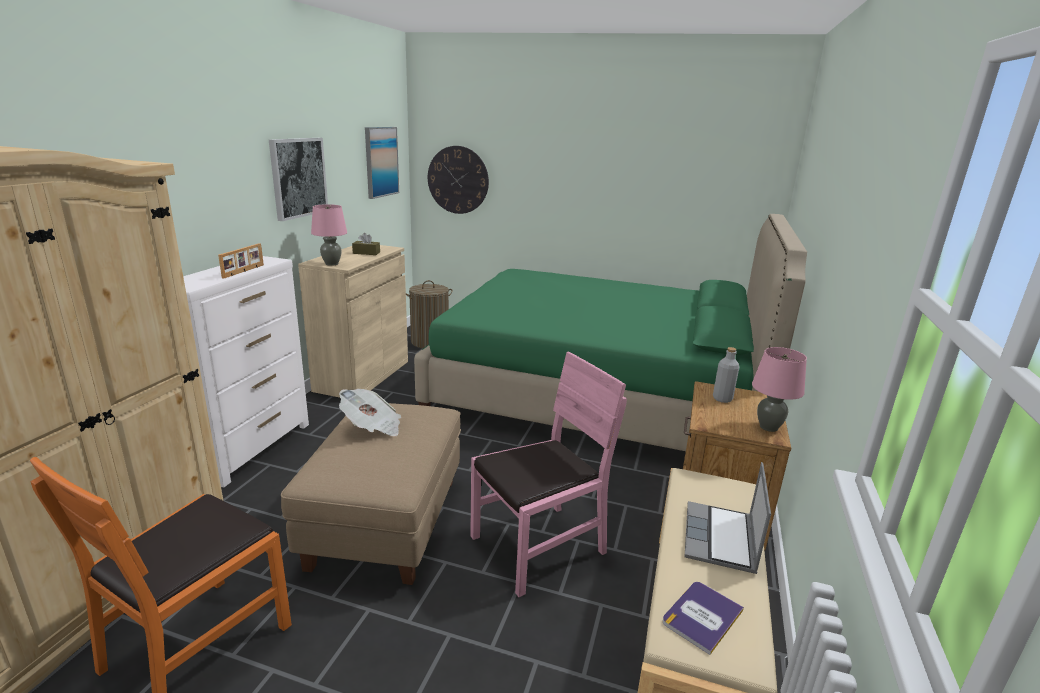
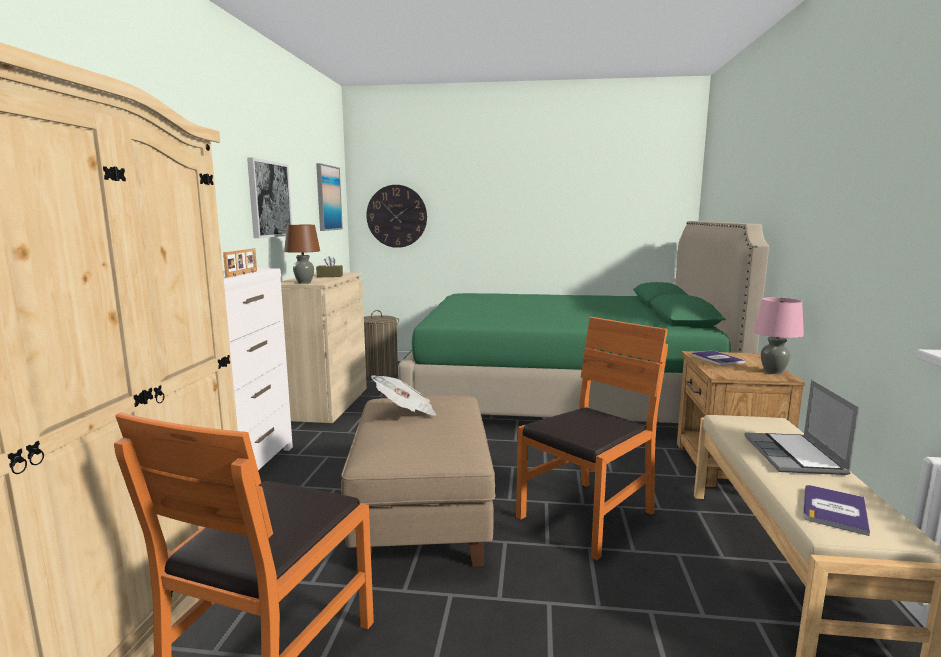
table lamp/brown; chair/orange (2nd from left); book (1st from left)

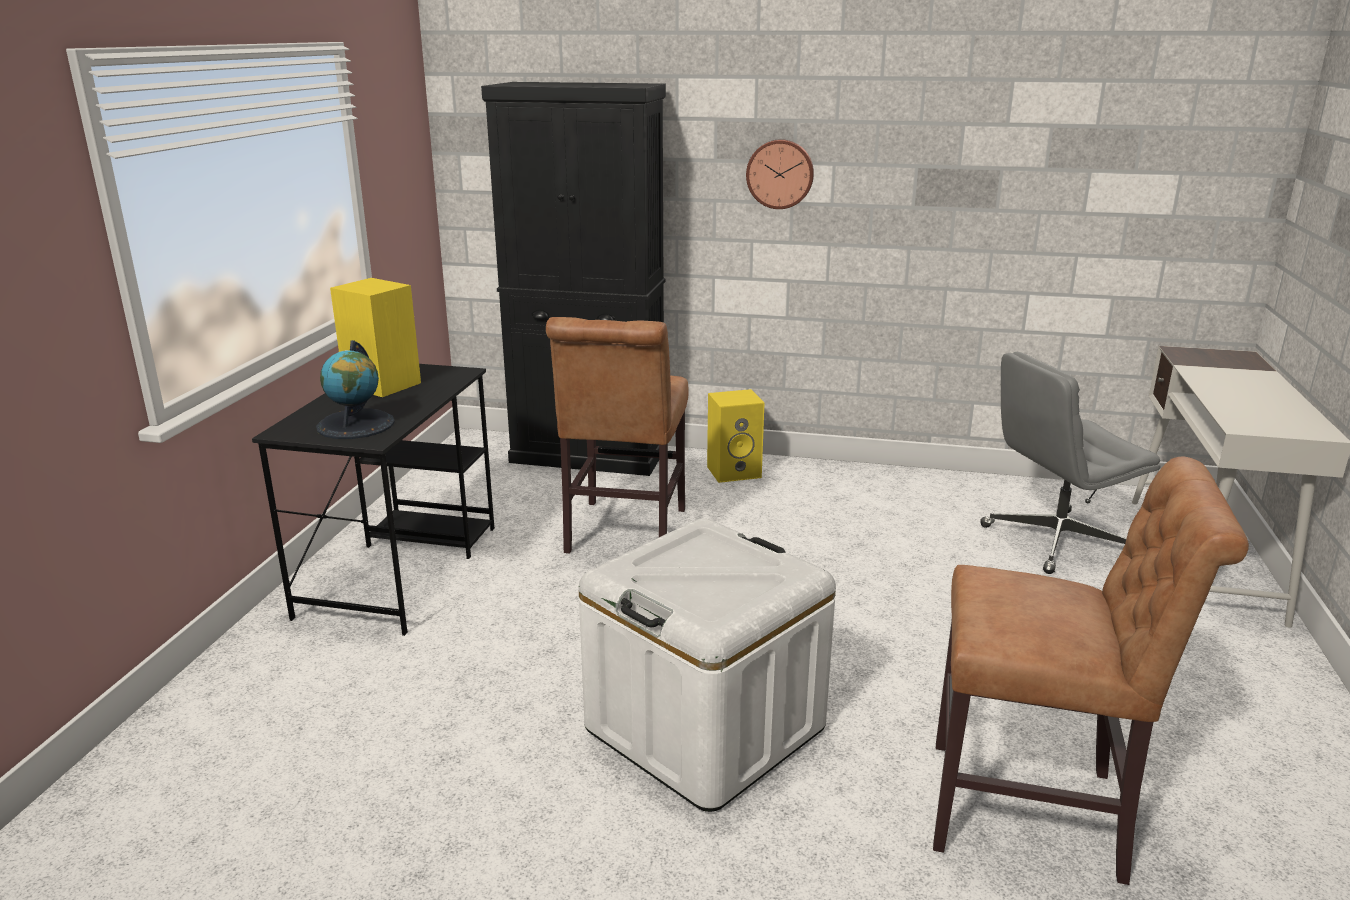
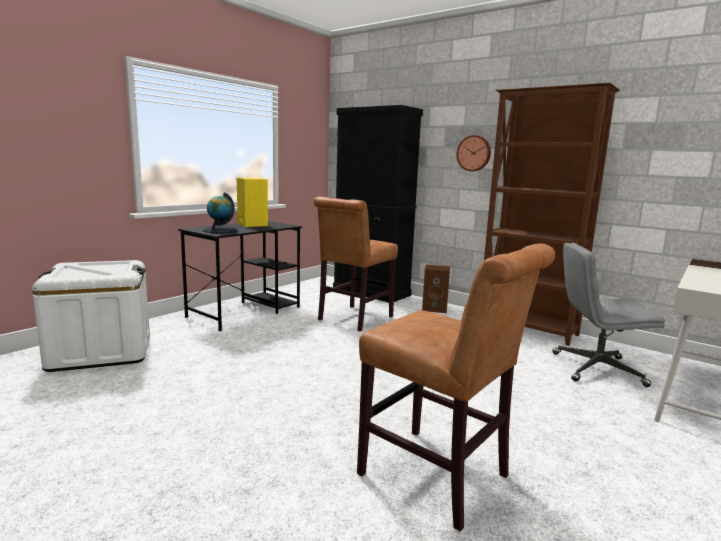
storage box/white; speaker/brown; bookcase/brown

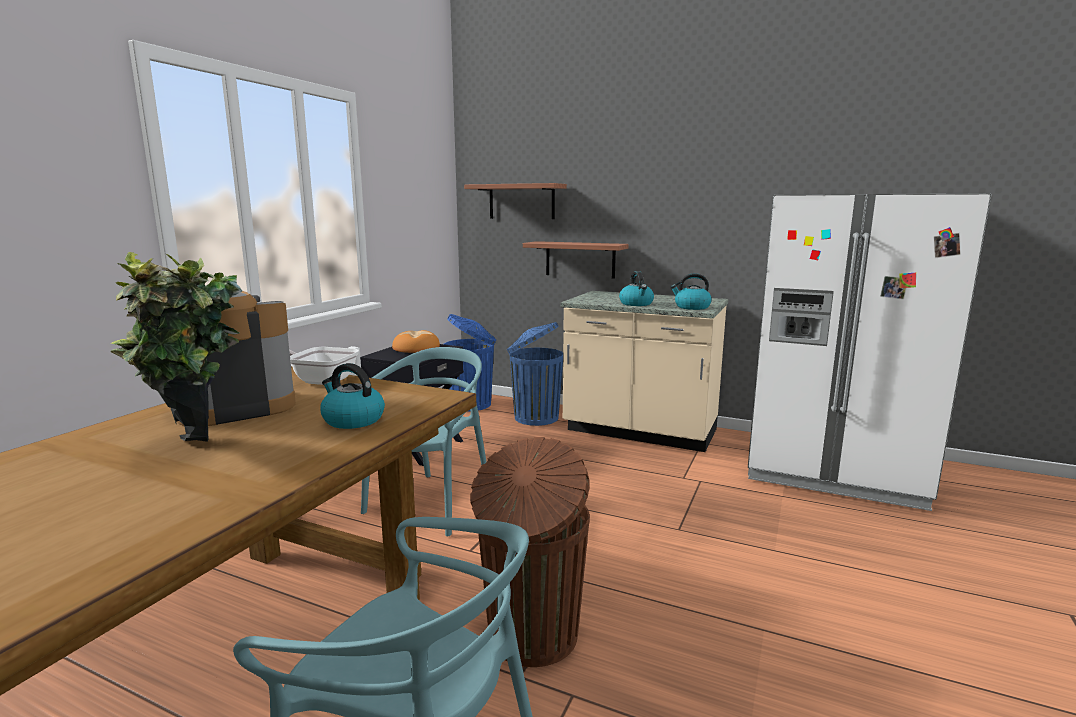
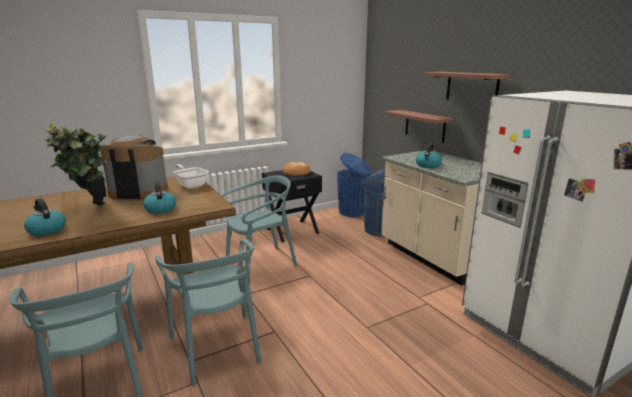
kettle (1st from left); chair/turquoise (2nd from left); shelf (2nd from left)

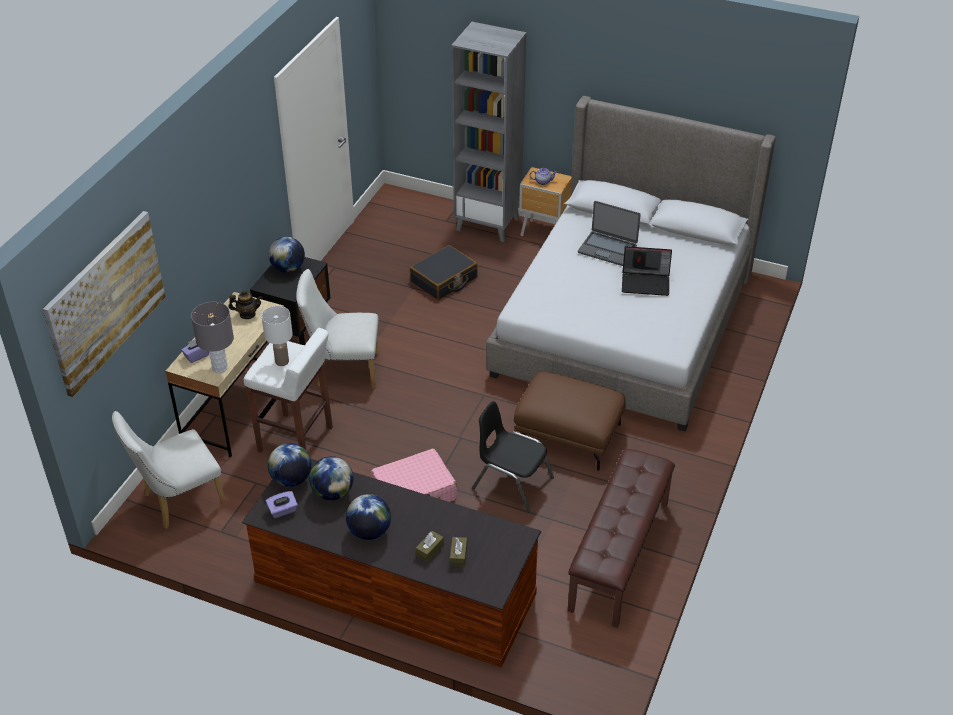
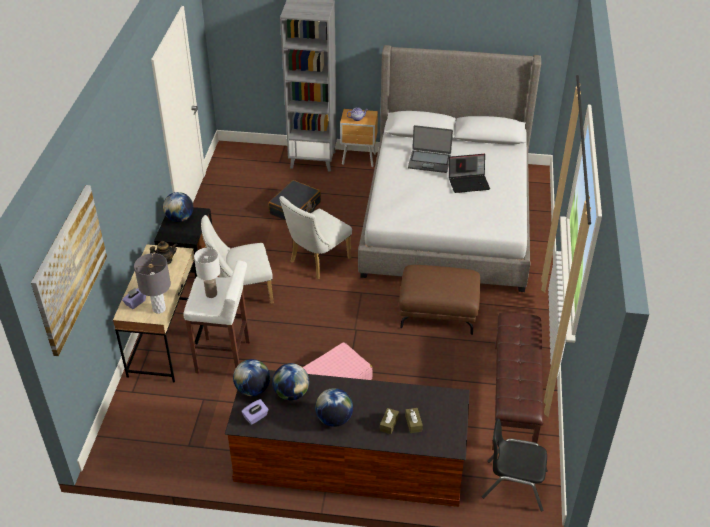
chair/white (2nd from left); chair/black

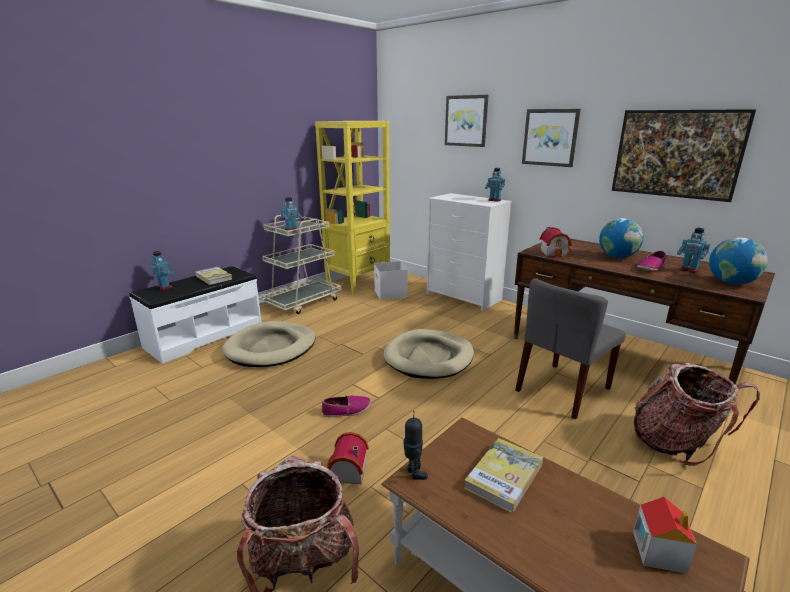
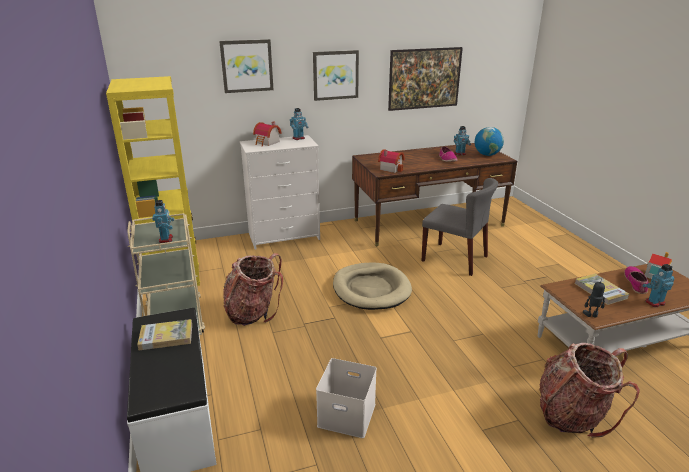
backpack (1st from left); toy house (1st from left); storage box/white; chair/grey; shoe (2nd from left); toy robot (5th from left); dog bed/beige (1st from left in the first image); globe (1st from left in the first image)

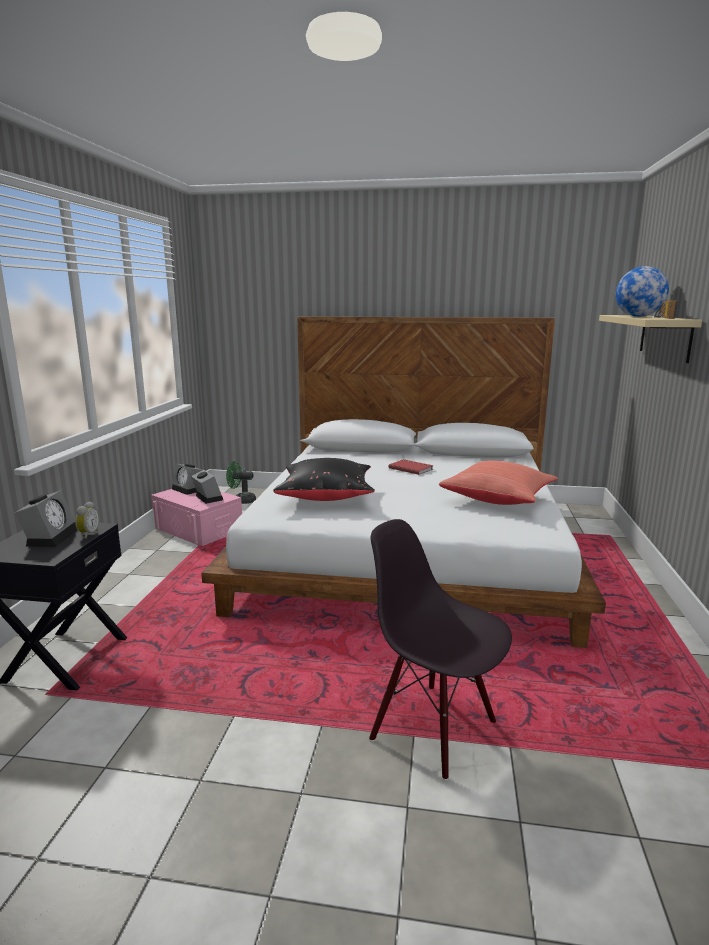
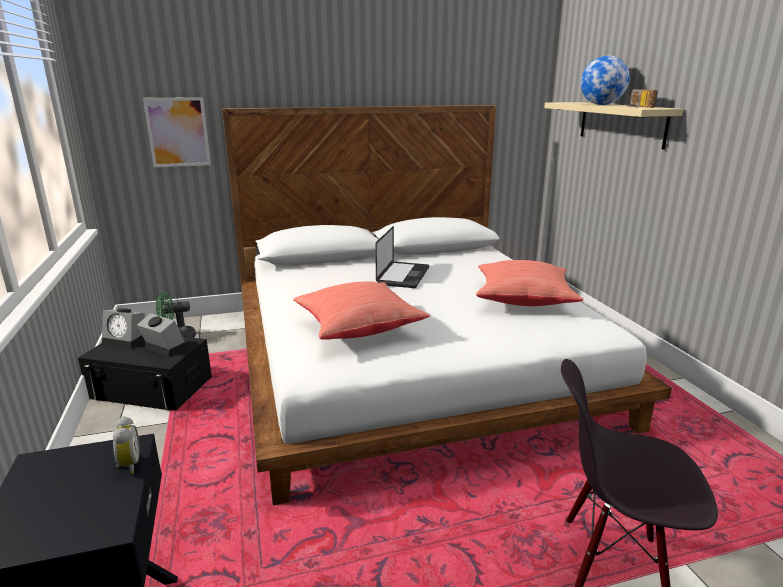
storage box/black; picture; pillow/red (1st from left); laptop; alarm clock (1st from left in the first image)

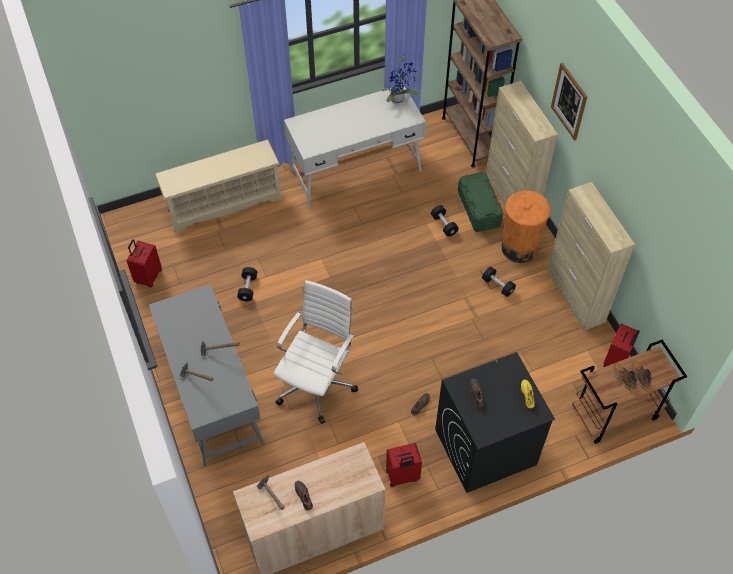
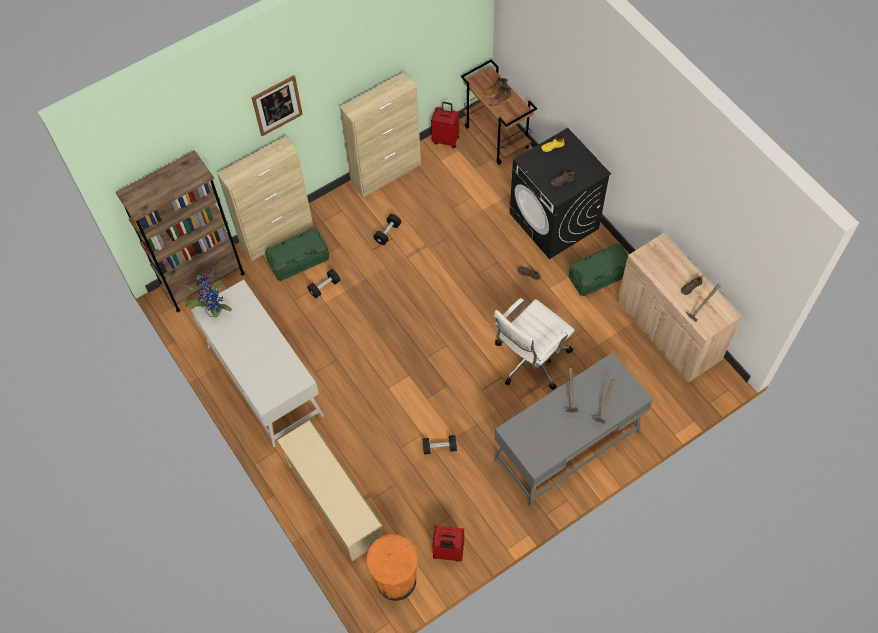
trash can/orange; office chair/white; storage box/green (2nd from left)

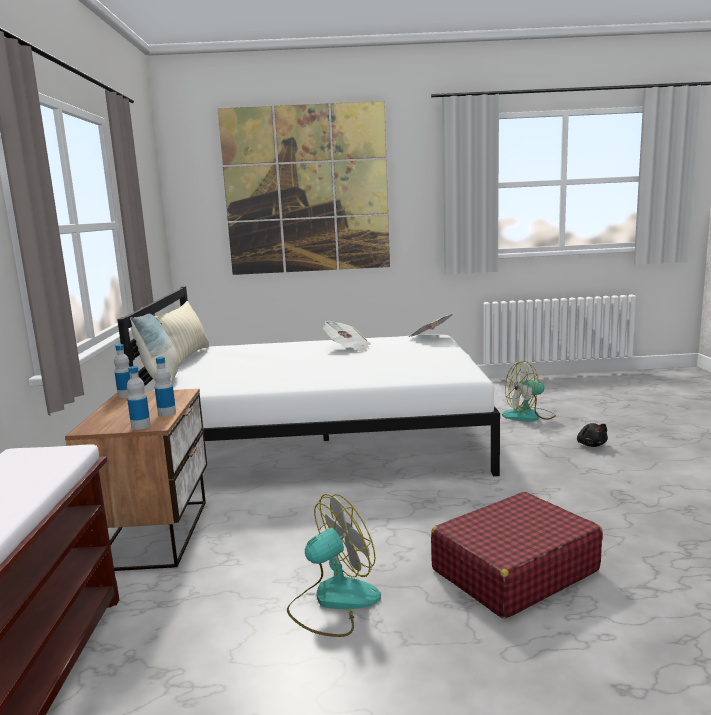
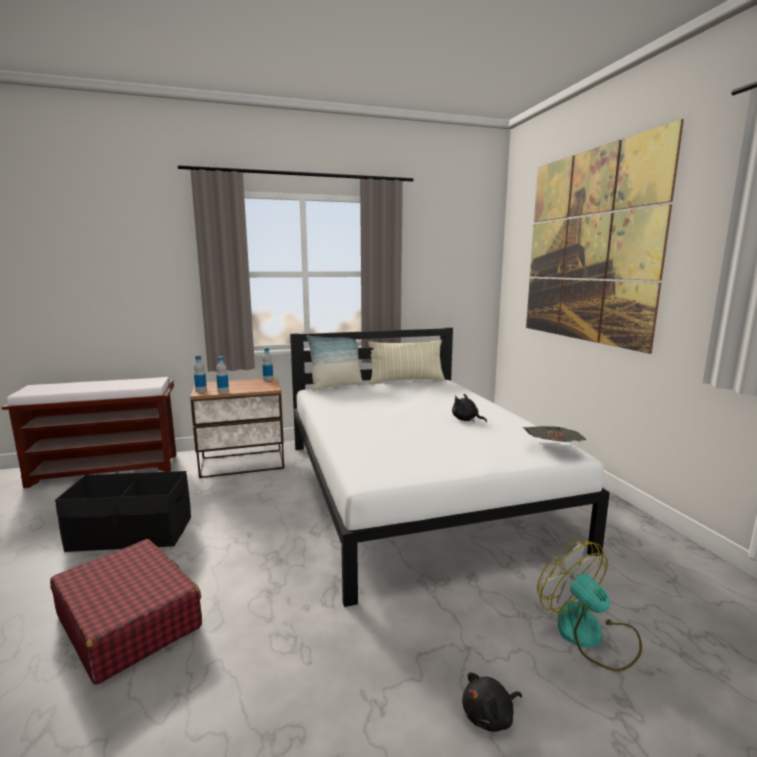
storage box/black; plush toy/black (1st from left)

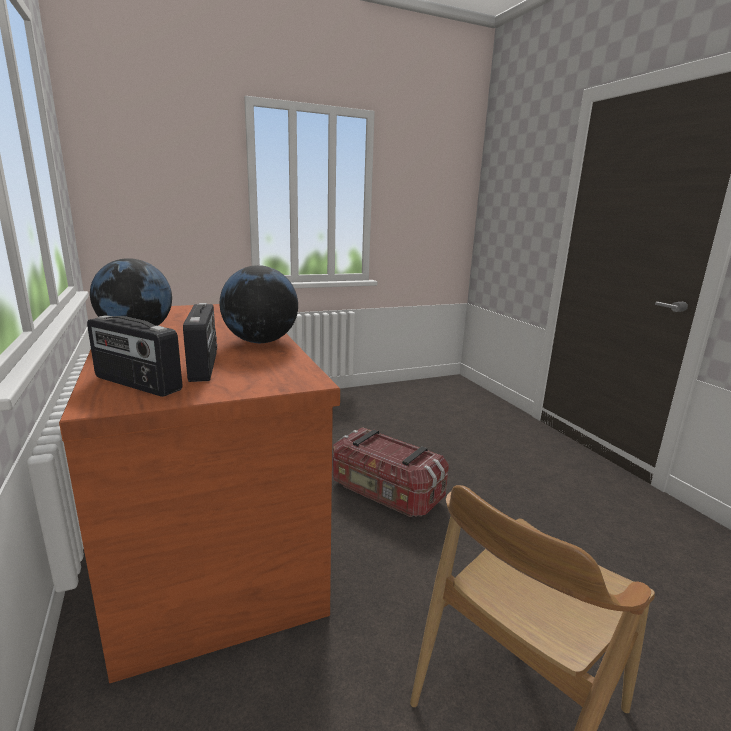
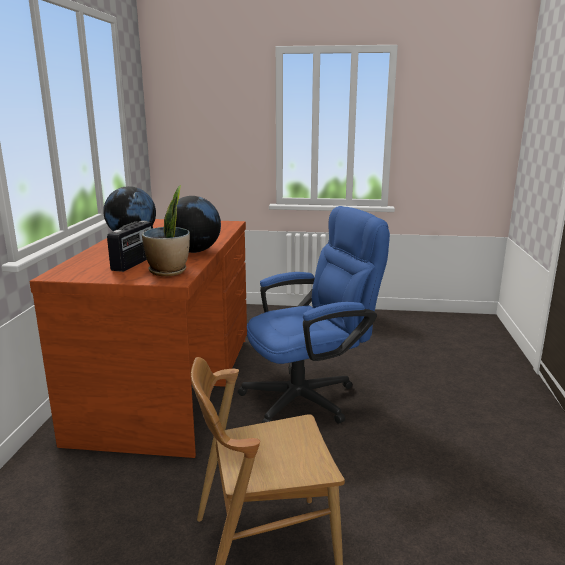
potted plant; office chair/blue; radio (1st from left in the first image)

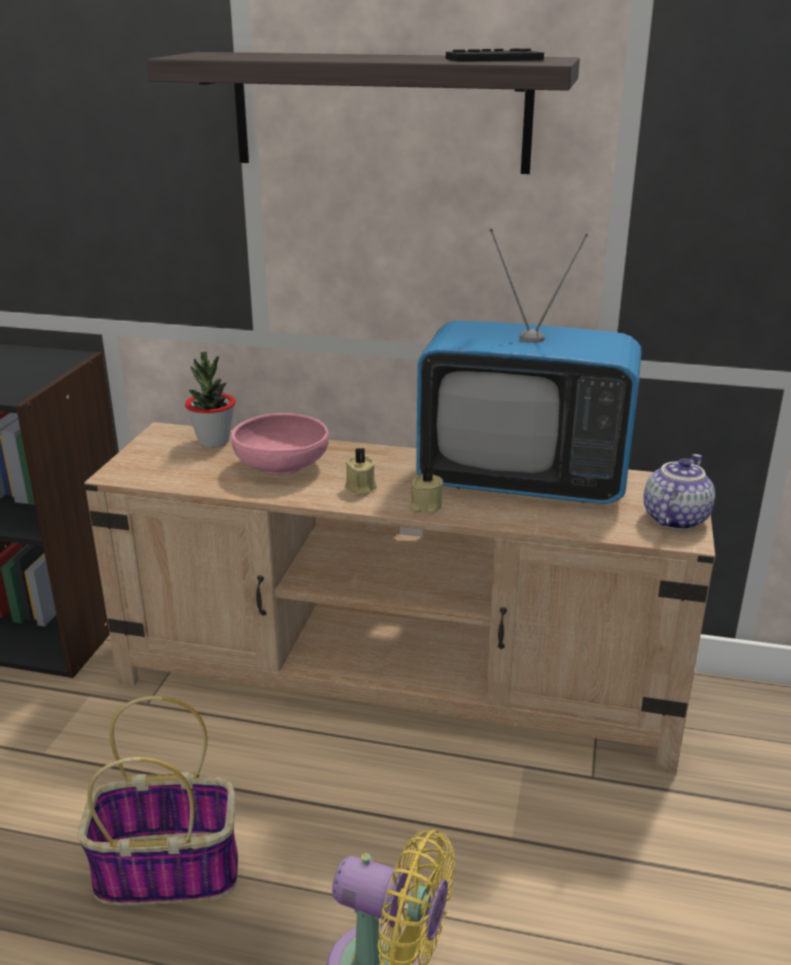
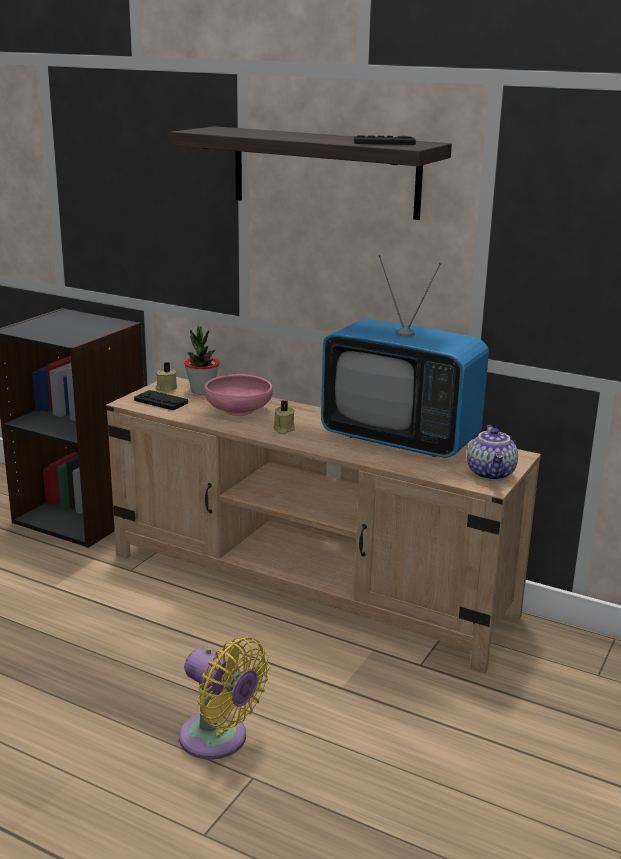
game controller/black (1st from left); candle/beige (1st from left); teapot; basket

